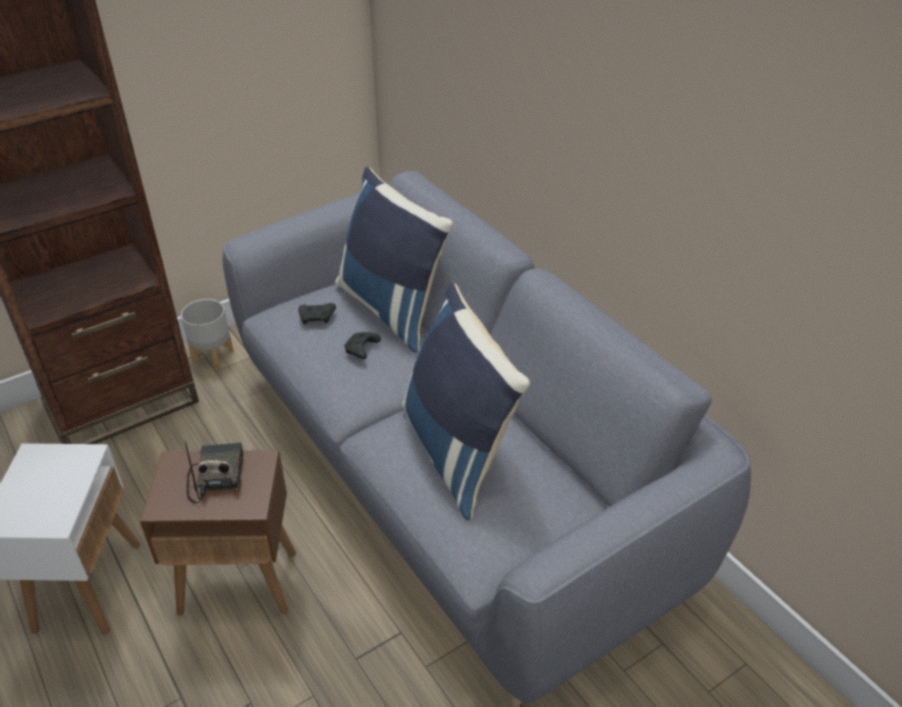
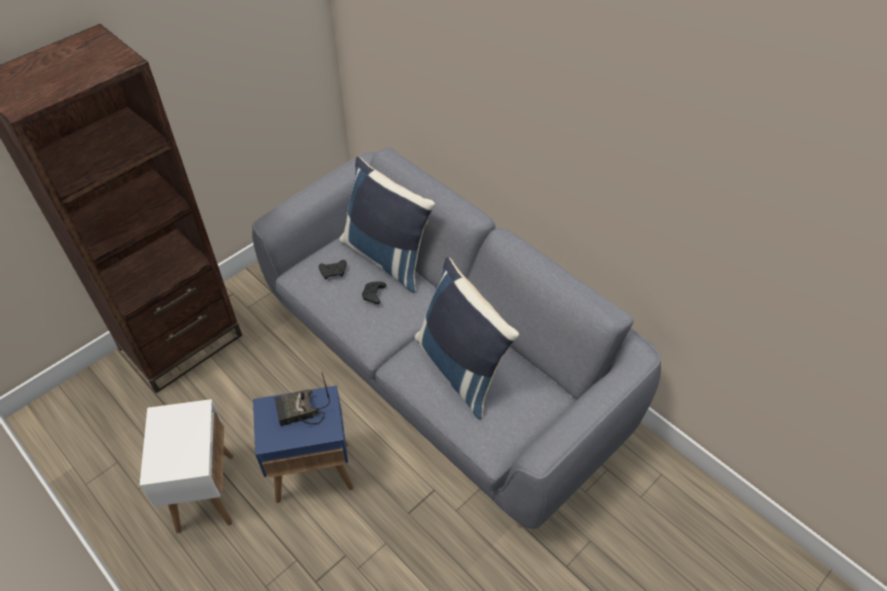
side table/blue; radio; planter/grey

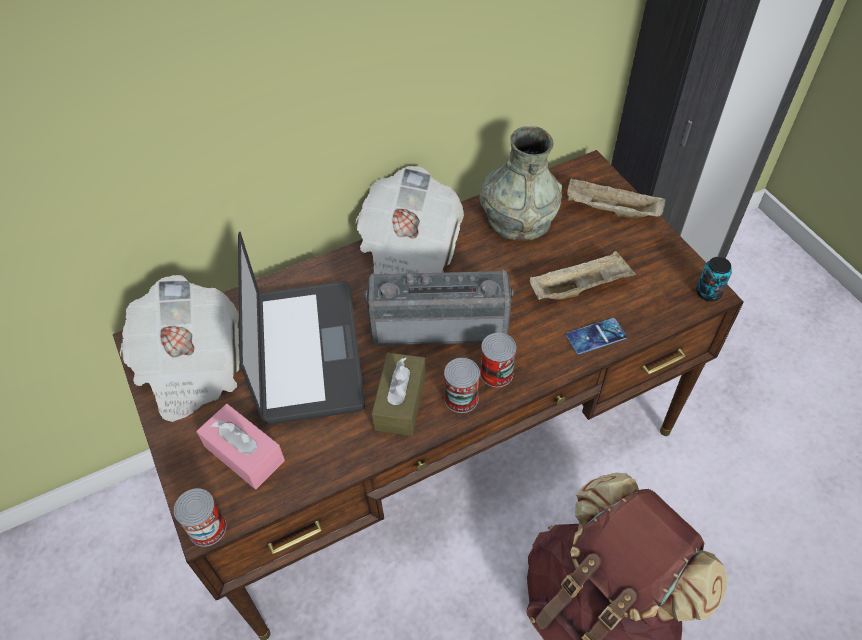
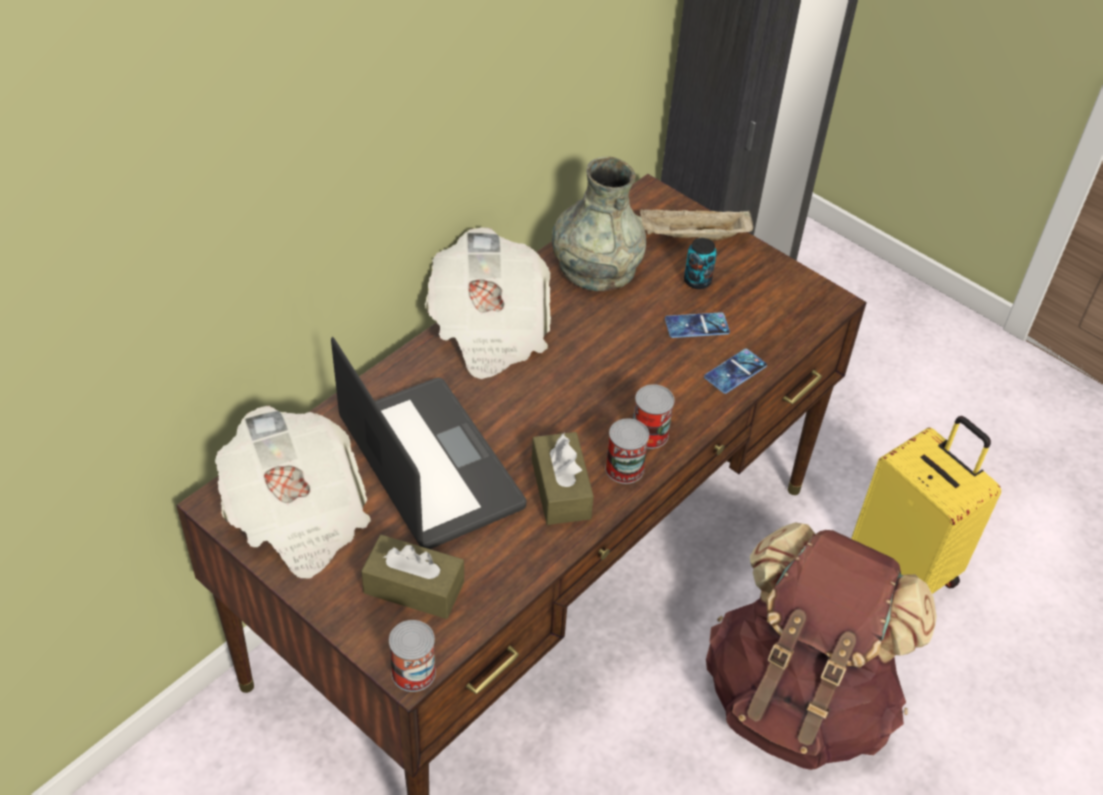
tissue box/brown (1st from left); phone (1st from left); can (4th from left); suitcase/yellow; radio

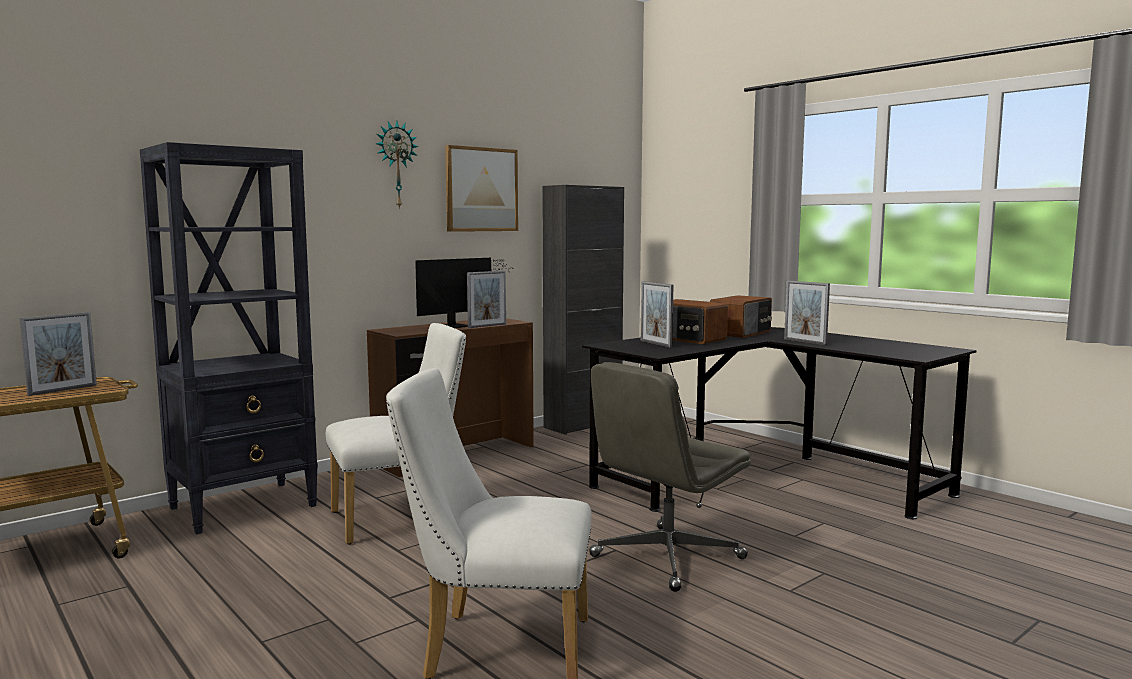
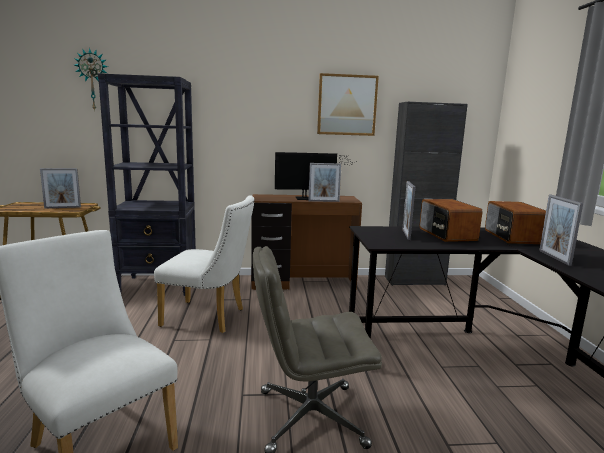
wall clock; radio (2nd from left)

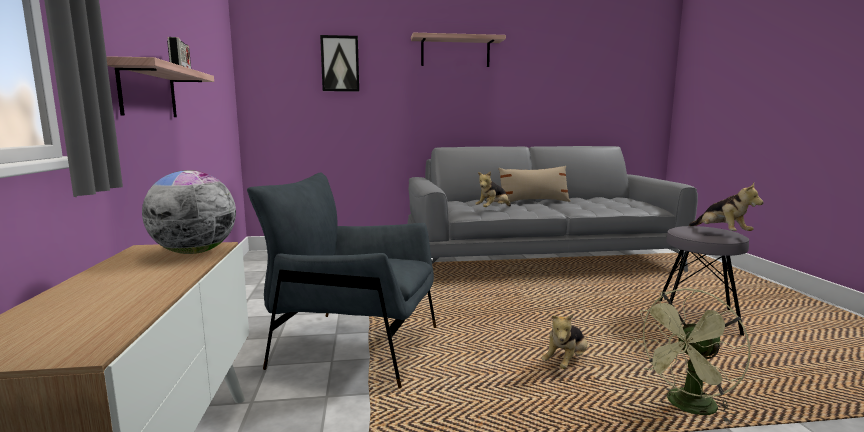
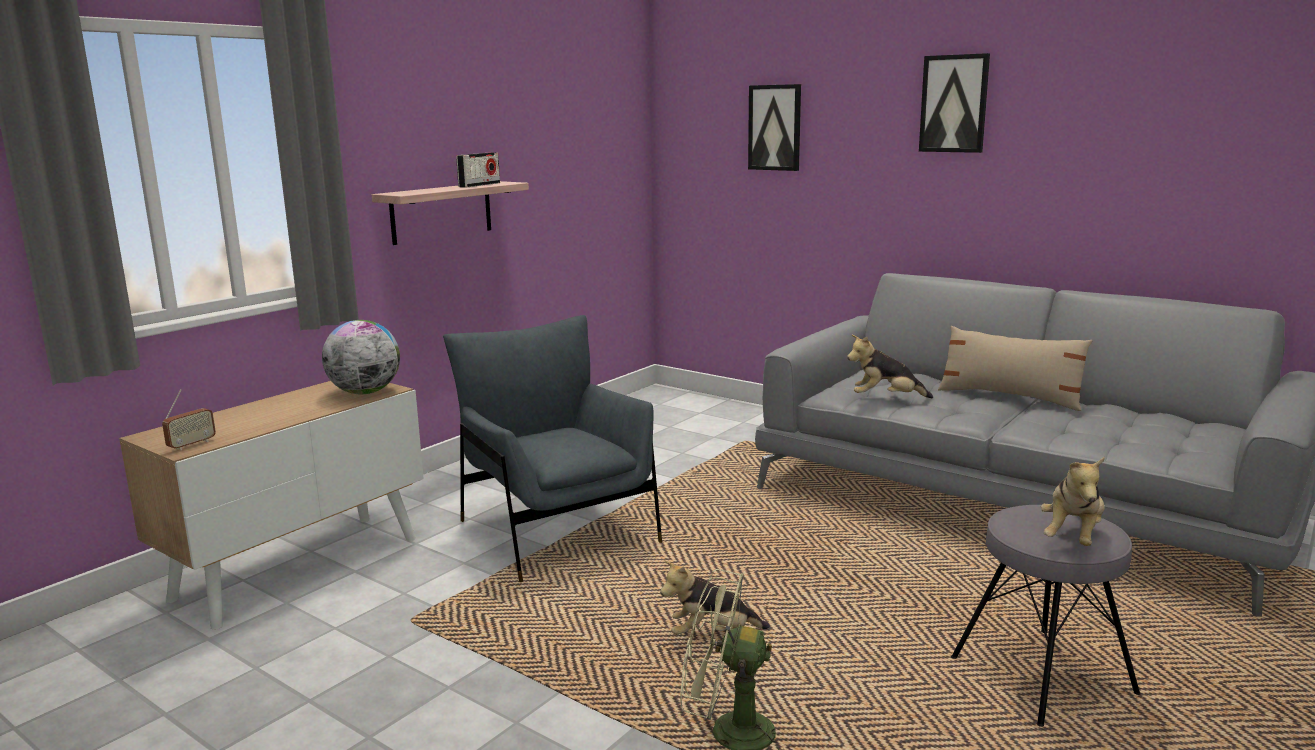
radio (1st from left); picture (2nd from left)

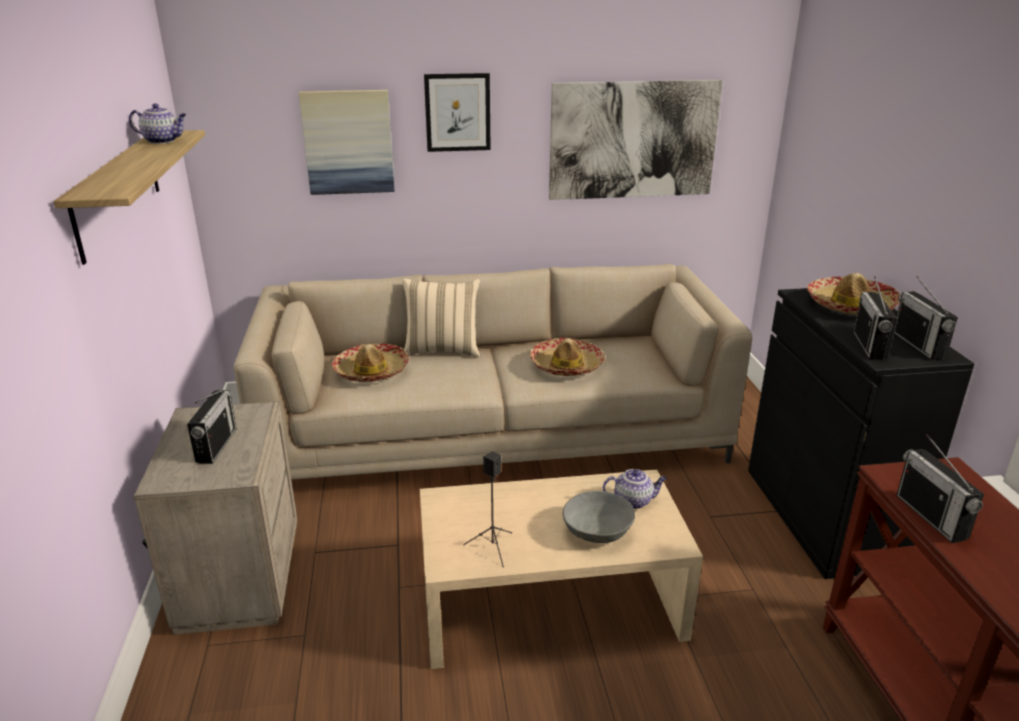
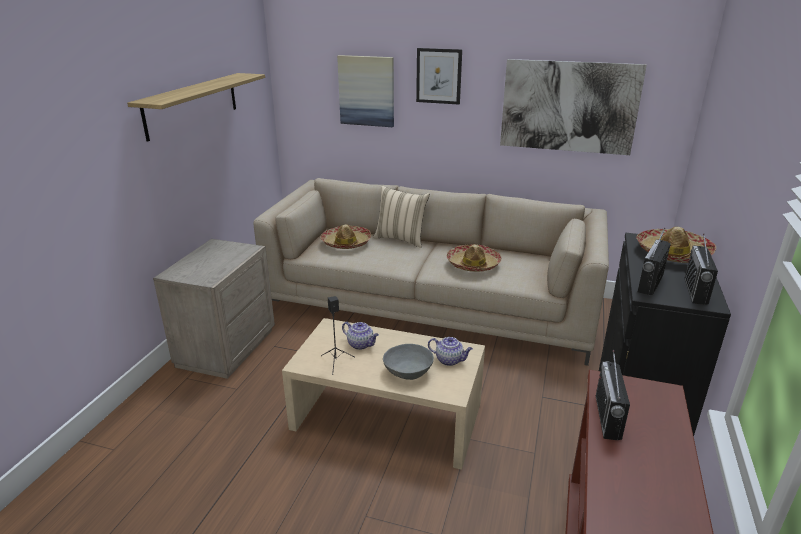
teapot (1st from left); radio (1st from left in the first image)

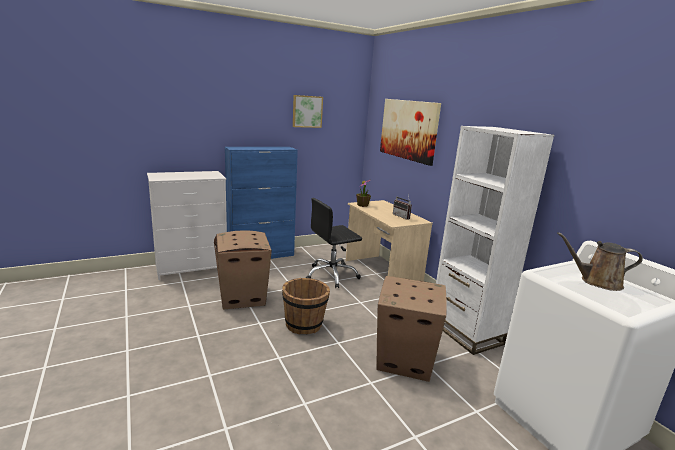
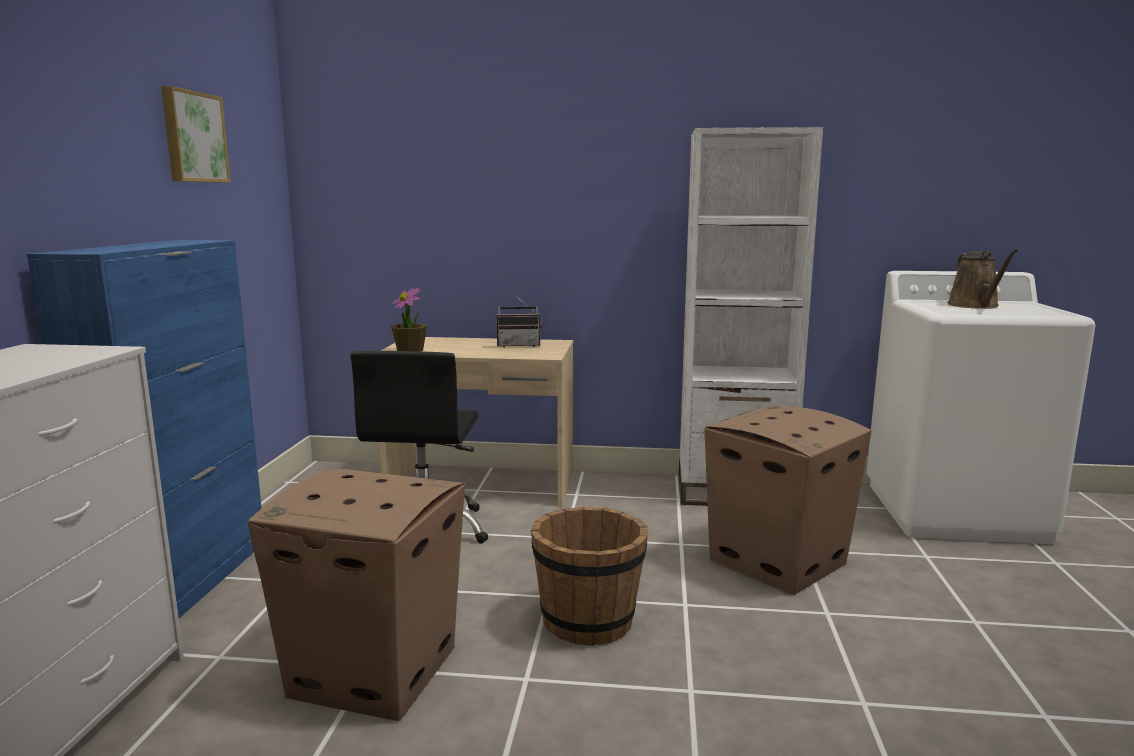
watering can/brown; picture (2nd from left in the first image)

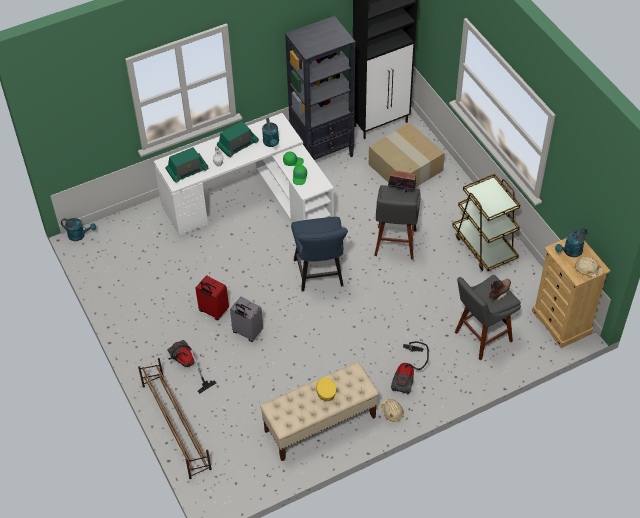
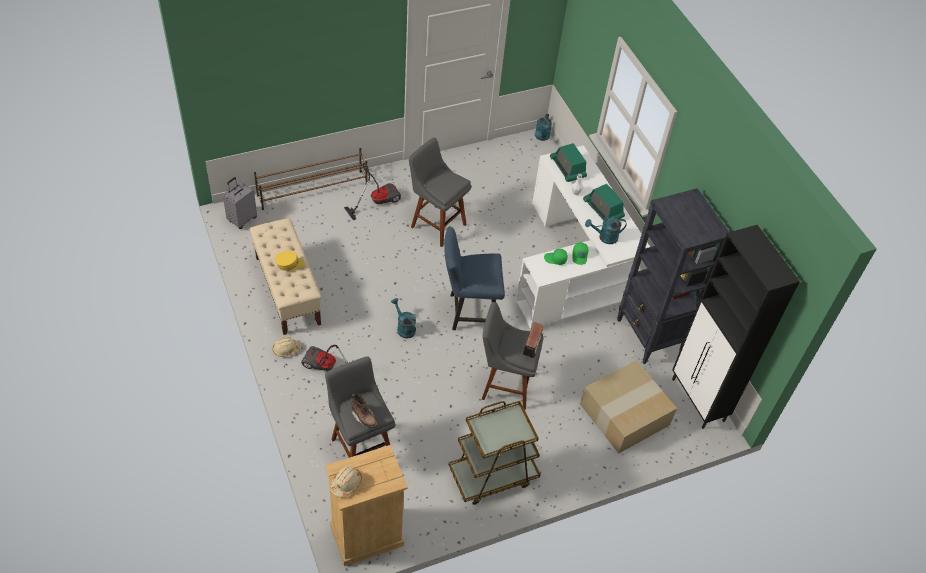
suitcase/grey; watering can/turquoise (1st from left); stool/grey (2nd from left)

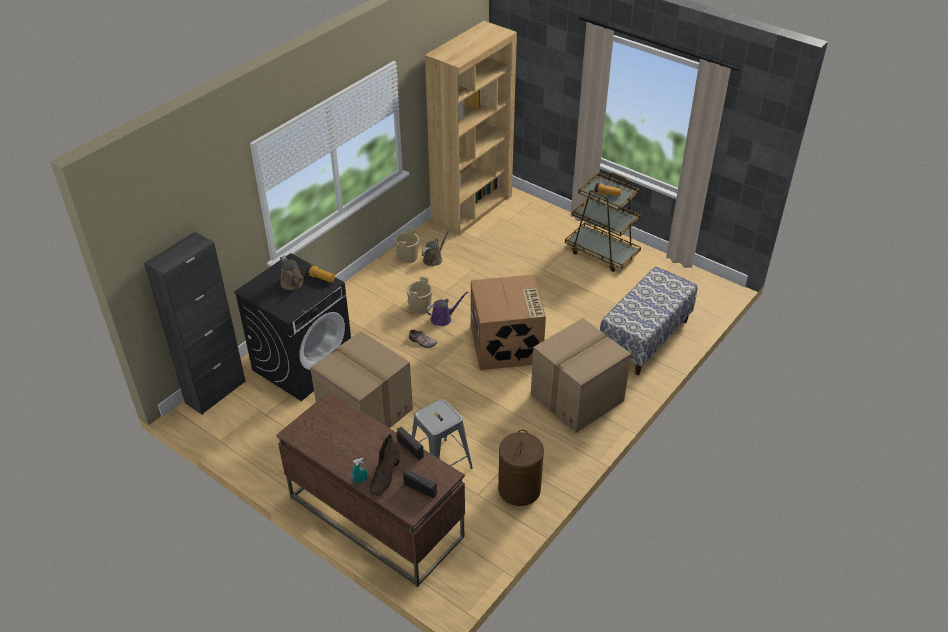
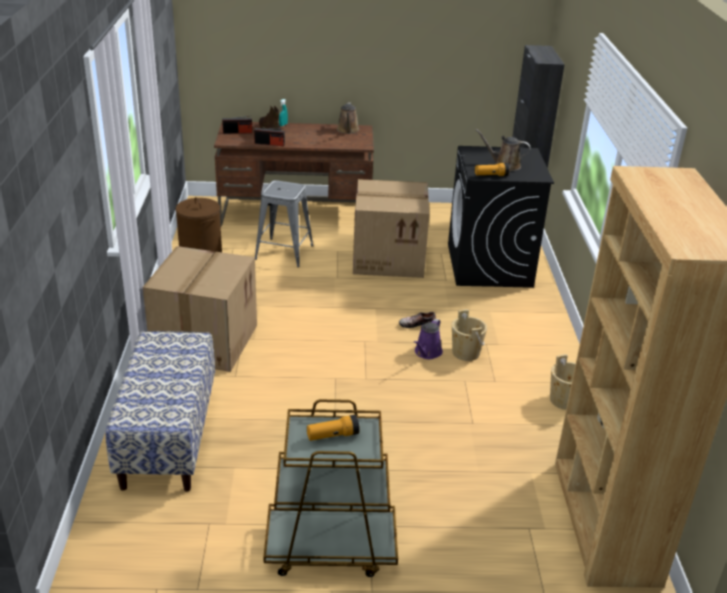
watering can/brown (1st from left); cardboard box (2nd from left in the first image)

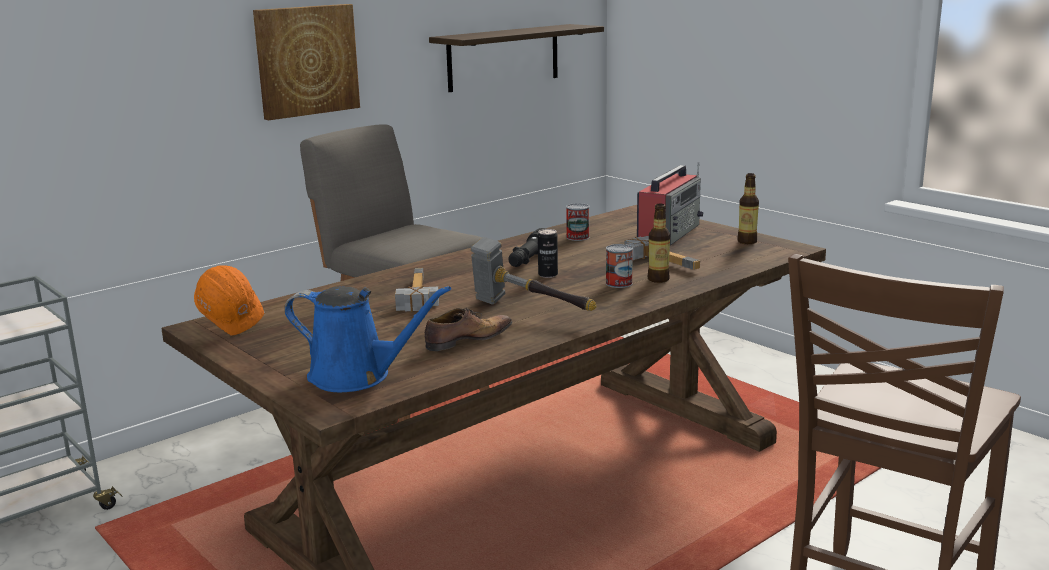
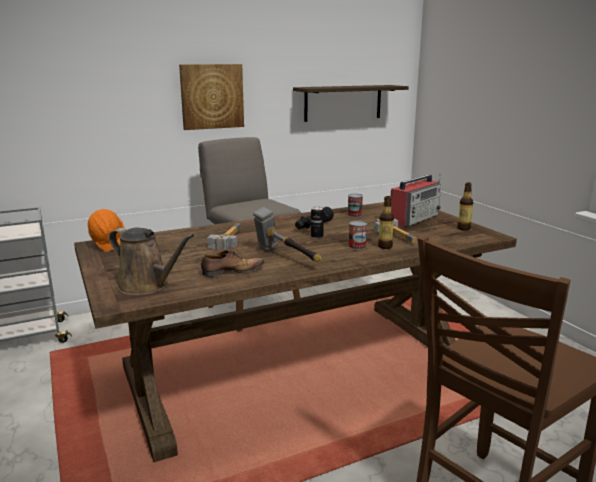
watering can/brown

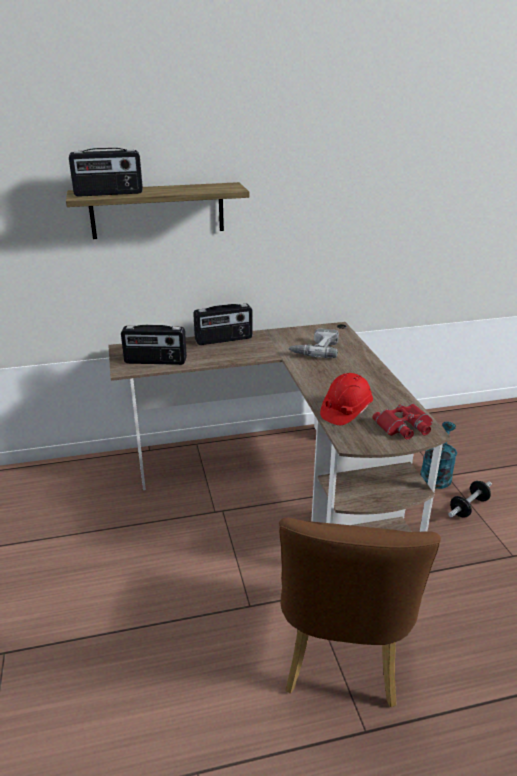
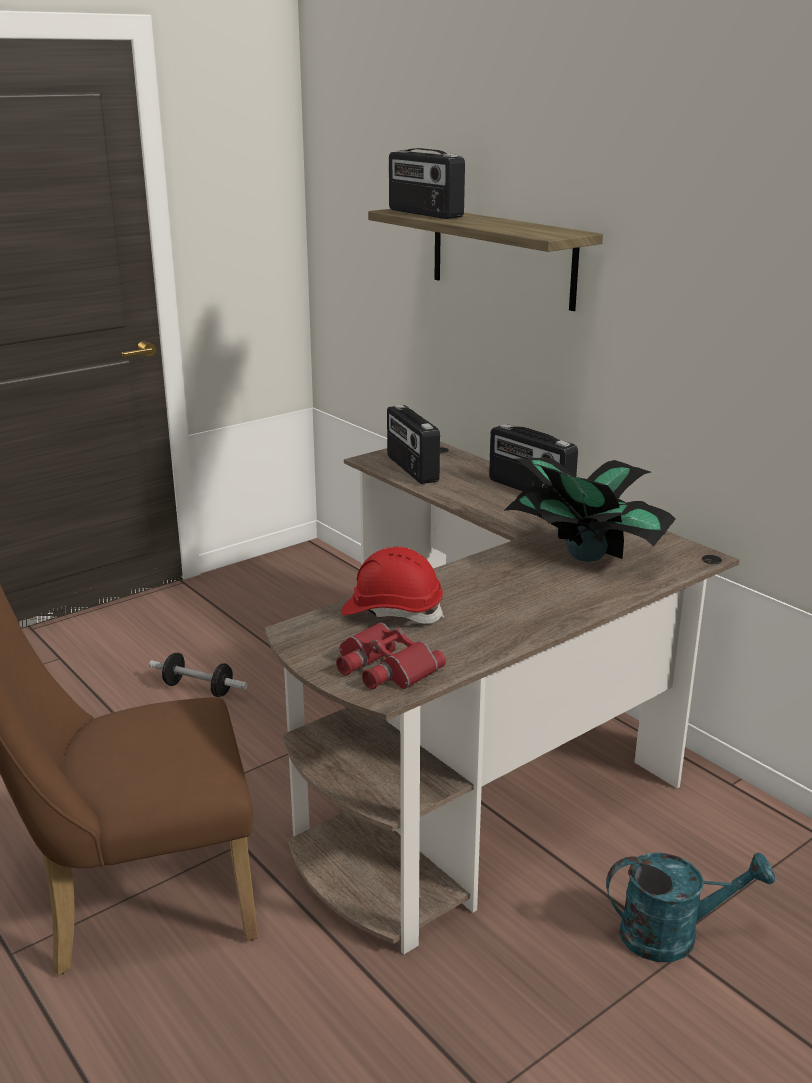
dumbbell; potted plant

